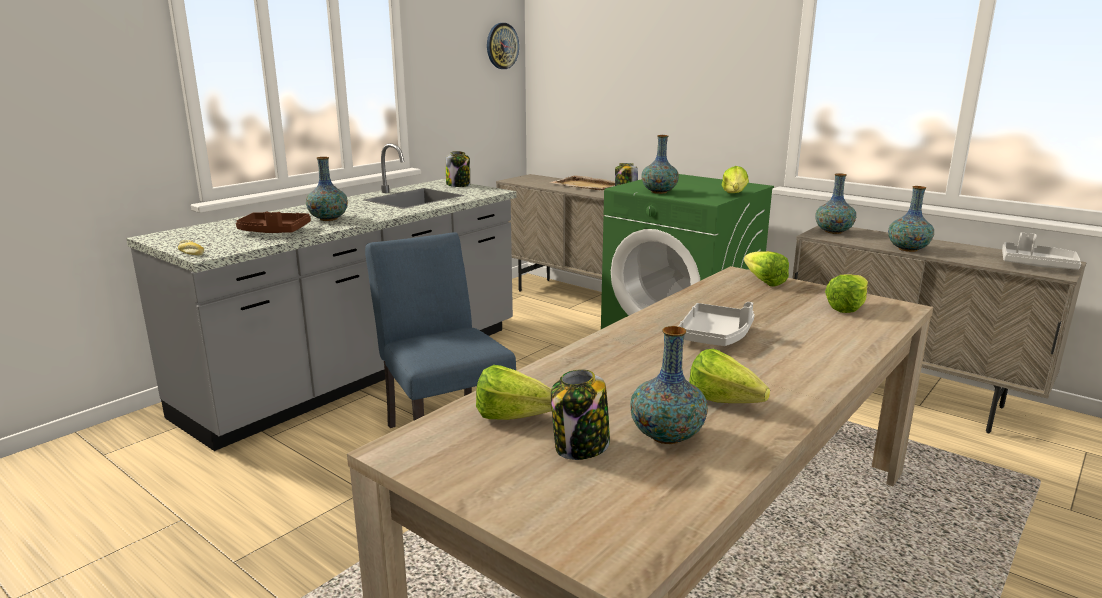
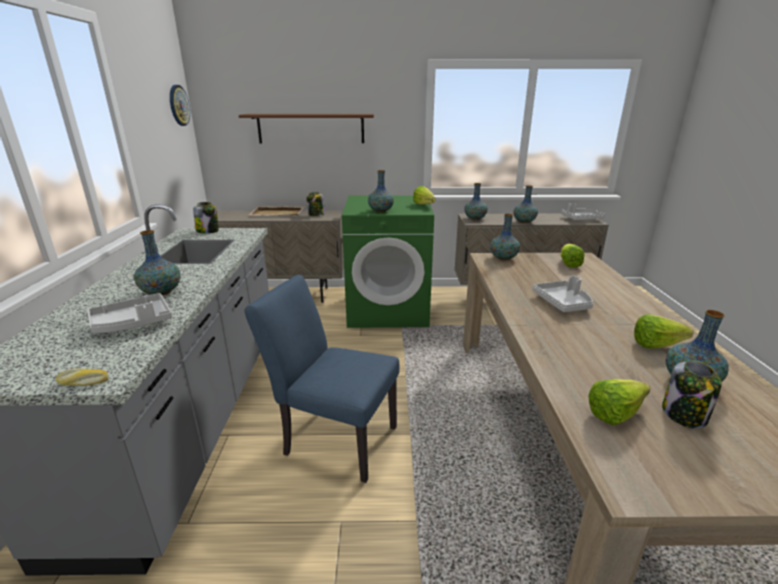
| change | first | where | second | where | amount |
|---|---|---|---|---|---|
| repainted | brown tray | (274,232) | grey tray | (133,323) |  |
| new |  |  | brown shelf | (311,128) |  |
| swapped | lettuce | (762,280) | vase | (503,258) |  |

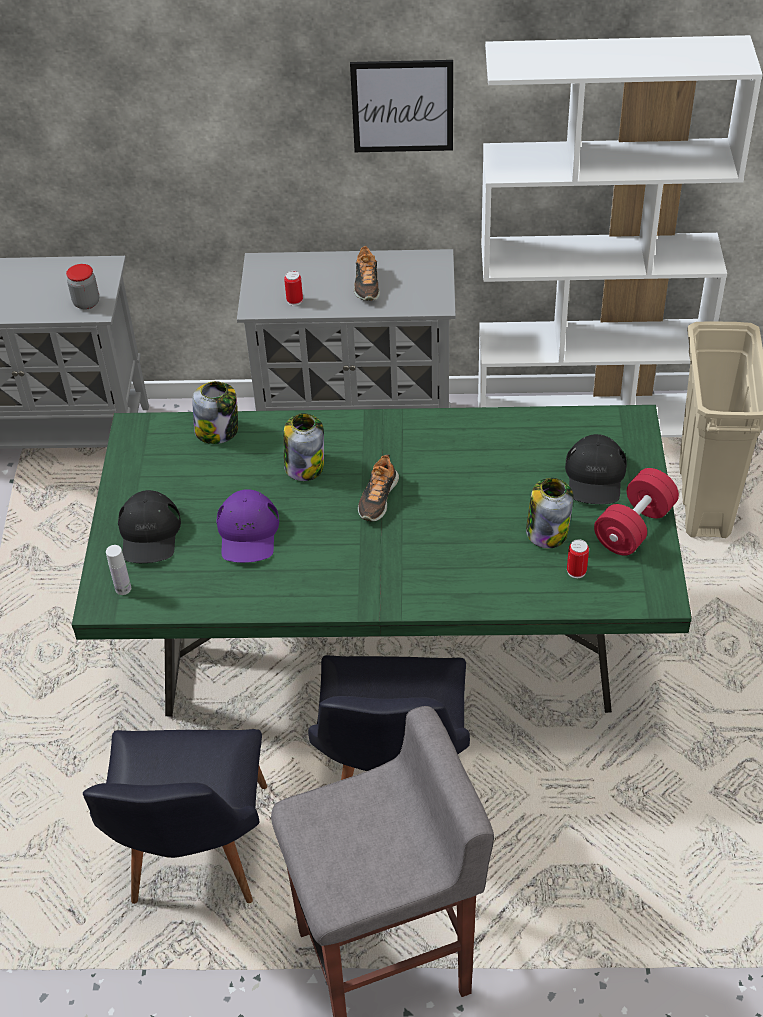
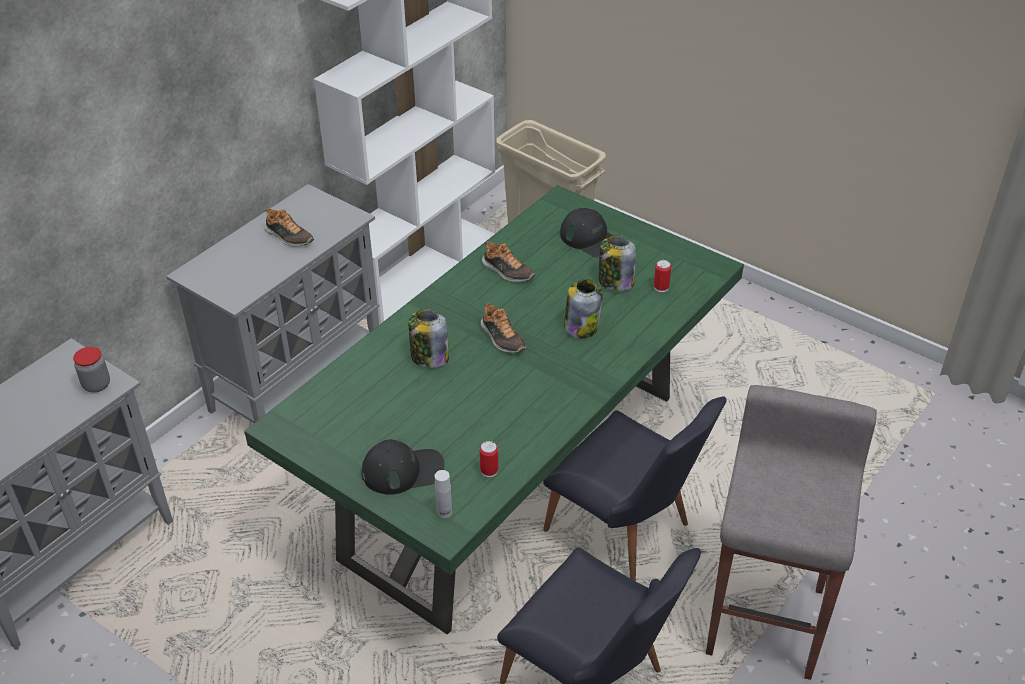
| change | first | where | second | where | amount |
|---|---|---|---|---|---|
| rotated | black cap | (149,534) |  | (403,470) | 45 degrees counterclockwise |
| shifted | can | (294,300) |  | (489,470) |  |
| new |  |  | shoe | (507,271) |  |
| shifted | jar | (218,431) |  | (581,326) |  |
| gone | purple cap | (248,533) |  |  |  |
| gone | picture | (402,106) |  |  |  |
| gone | red dumbbell | (634,527) |  |  |  |

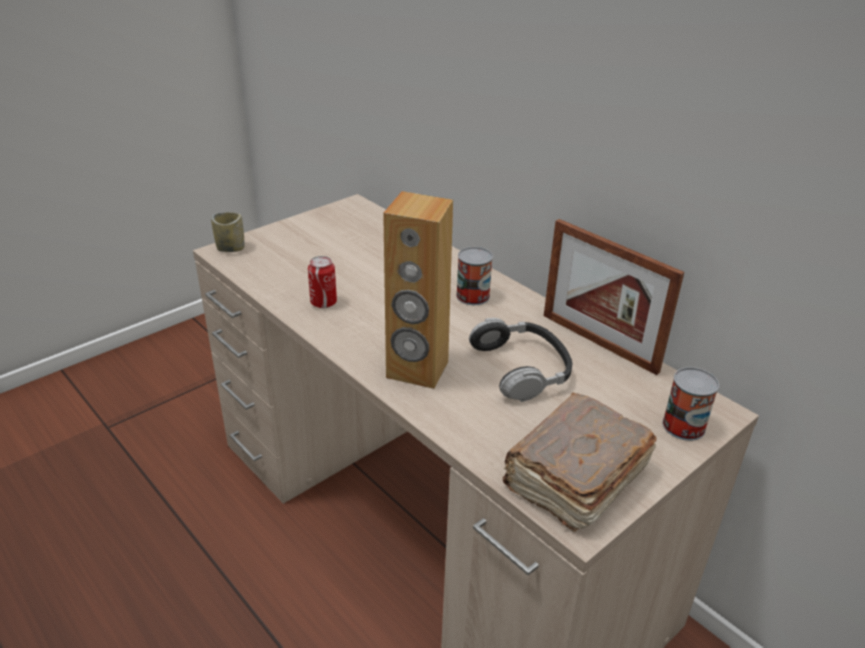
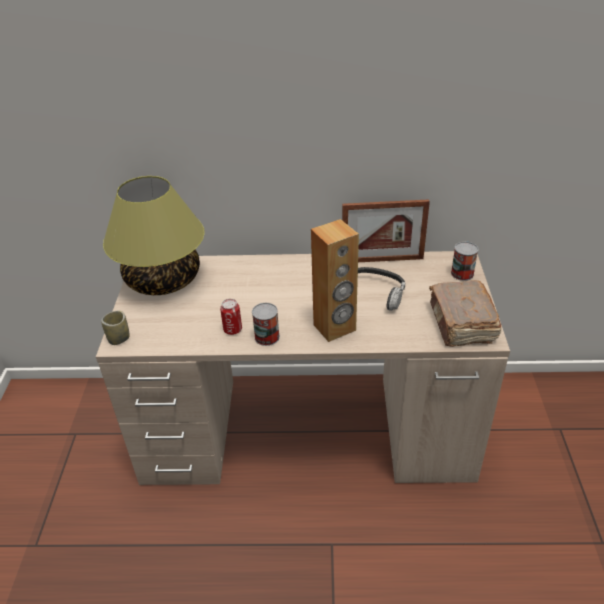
| change | first | where | second | where | amount |
|---|---|---|---|---|---|
| new |  |  | table lamp | (162,279) |  |
| shifted | can | (472,296) |  | (267,337) |  |

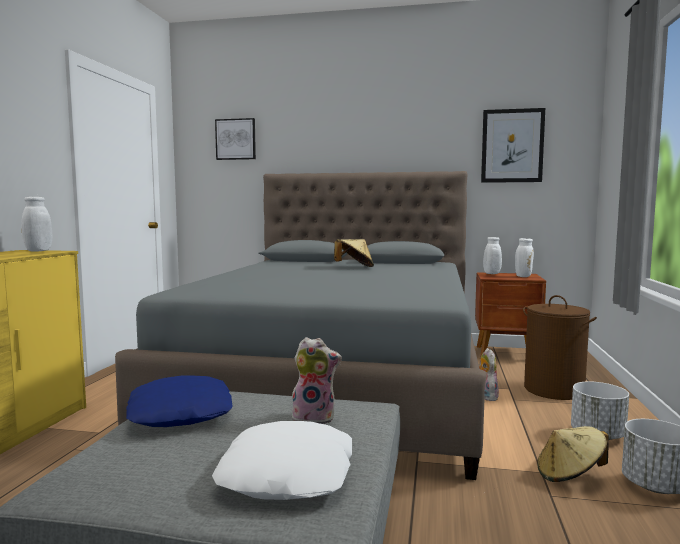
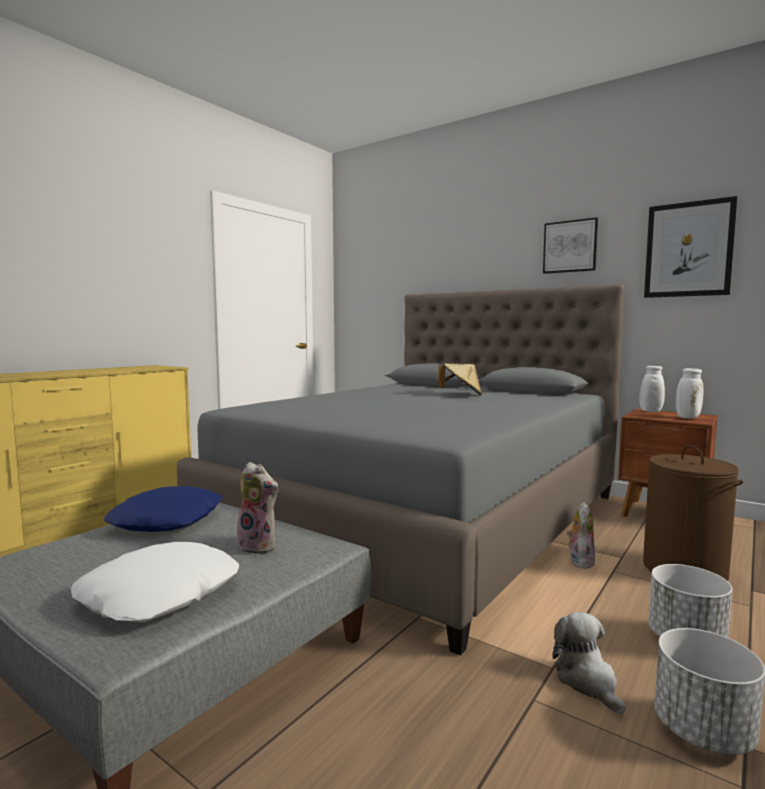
| change | first | where | second | where | amount |
|---|---|---|---|---|---|
| shifted | picture | (236,139) |  | (570,246) |  |
| swapped | beige hat | (570,475) | plush toy | (587,681) |  |
| gone | white vase | (37,251) |  |  |  |

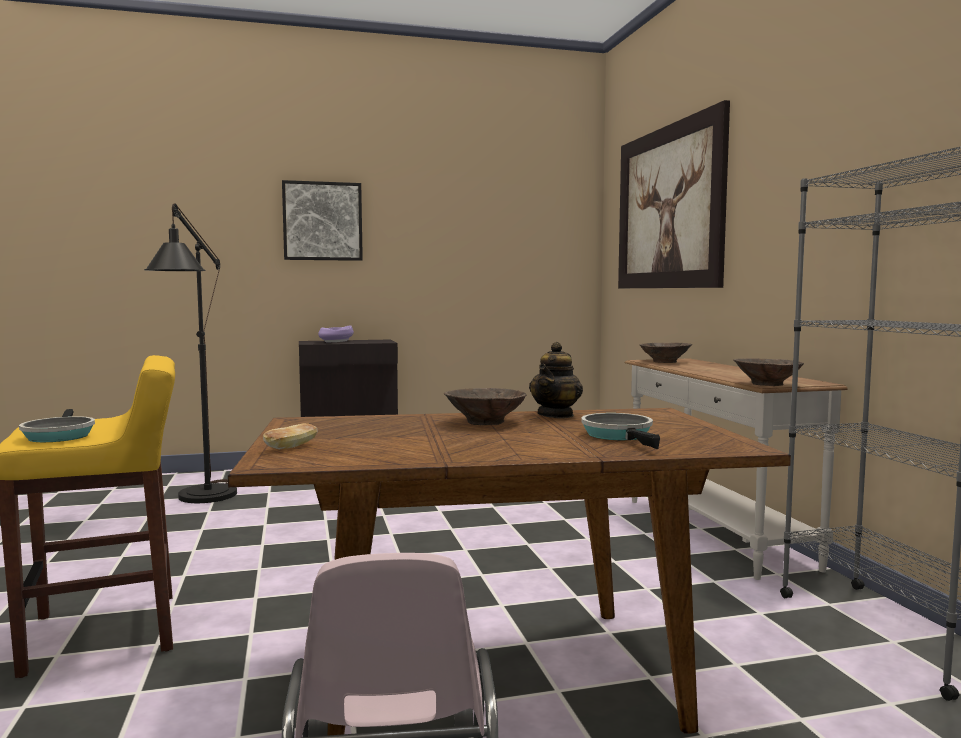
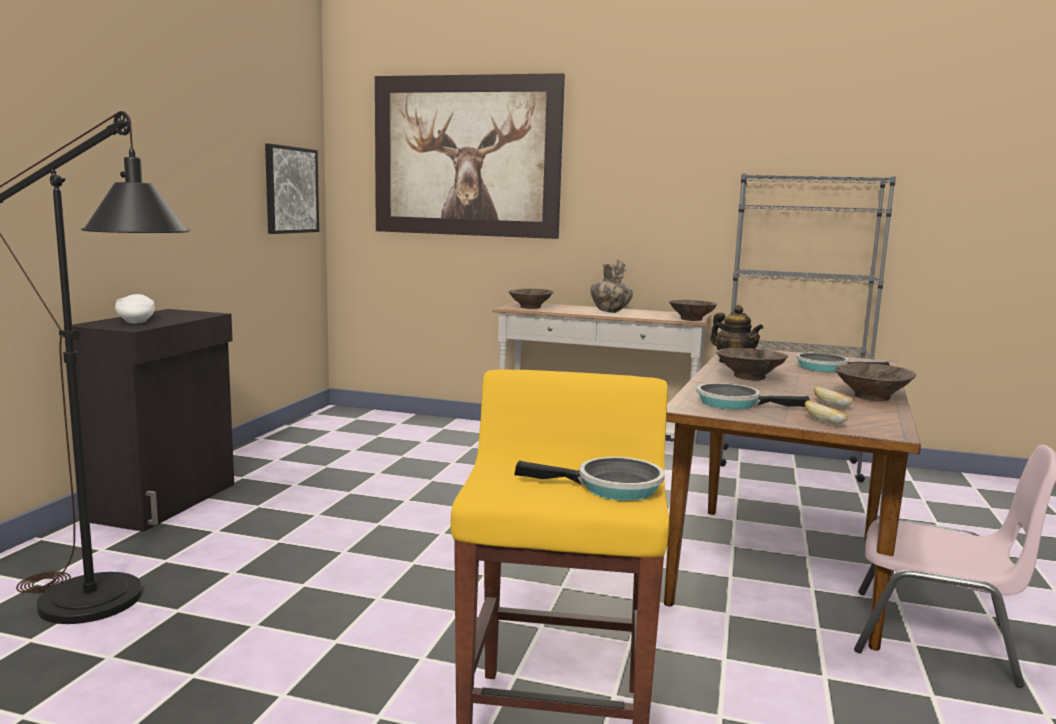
| change | first | where | second | where | amount |
|---|---|---|---|---|---|
| repainted | purple bowl | (336,341) | white bowl | (135,320) |  |
| shifted | picture | (322,221) |  | (291,190) |  |
| new |  |  | vase | (609,311) |  |
| new |  |  | frying pan | (733,403) |  |
| new |  |  | bread | (832,405) |  |
| new |  |  | brown bowl | (871,397) |  |

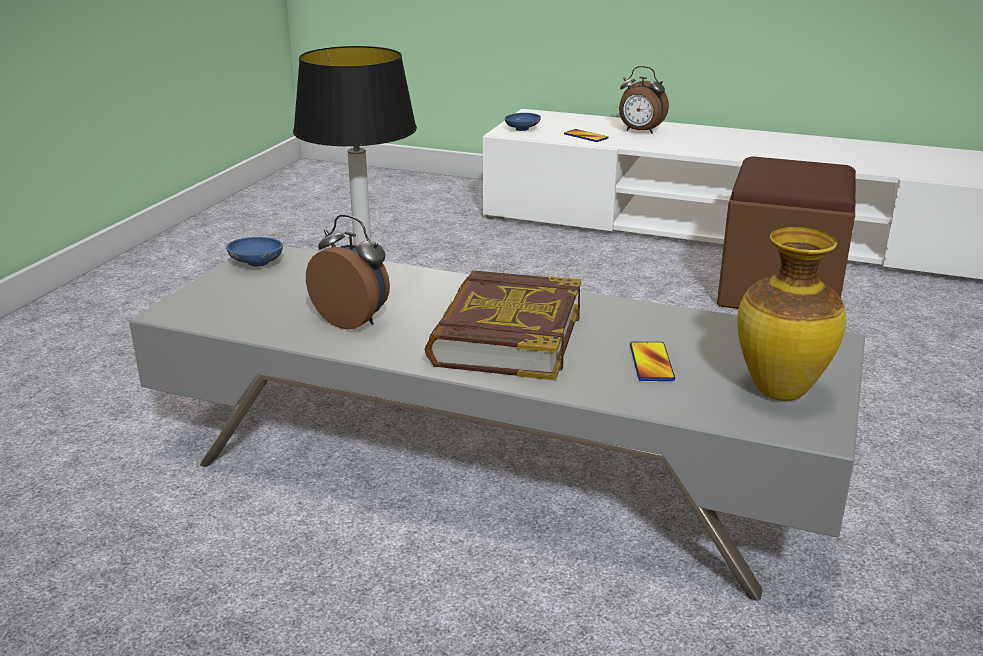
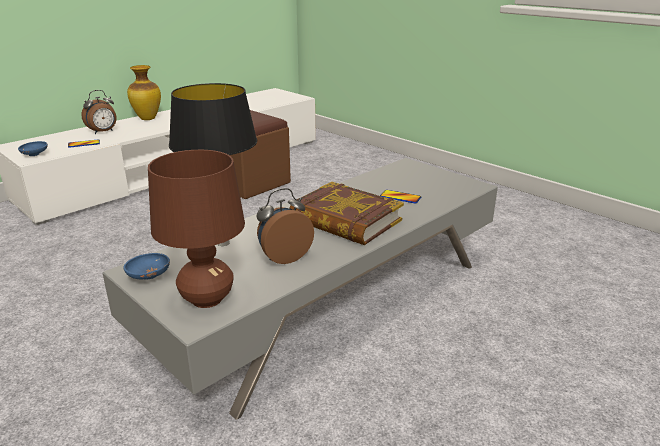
| change | first | where | second | where | amount |
|---|---|---|---|---|---|
| shifted | vase | (778,391) |  | (147,119) |  |
| new |  |  | brown table lamp | (207,299) |  |

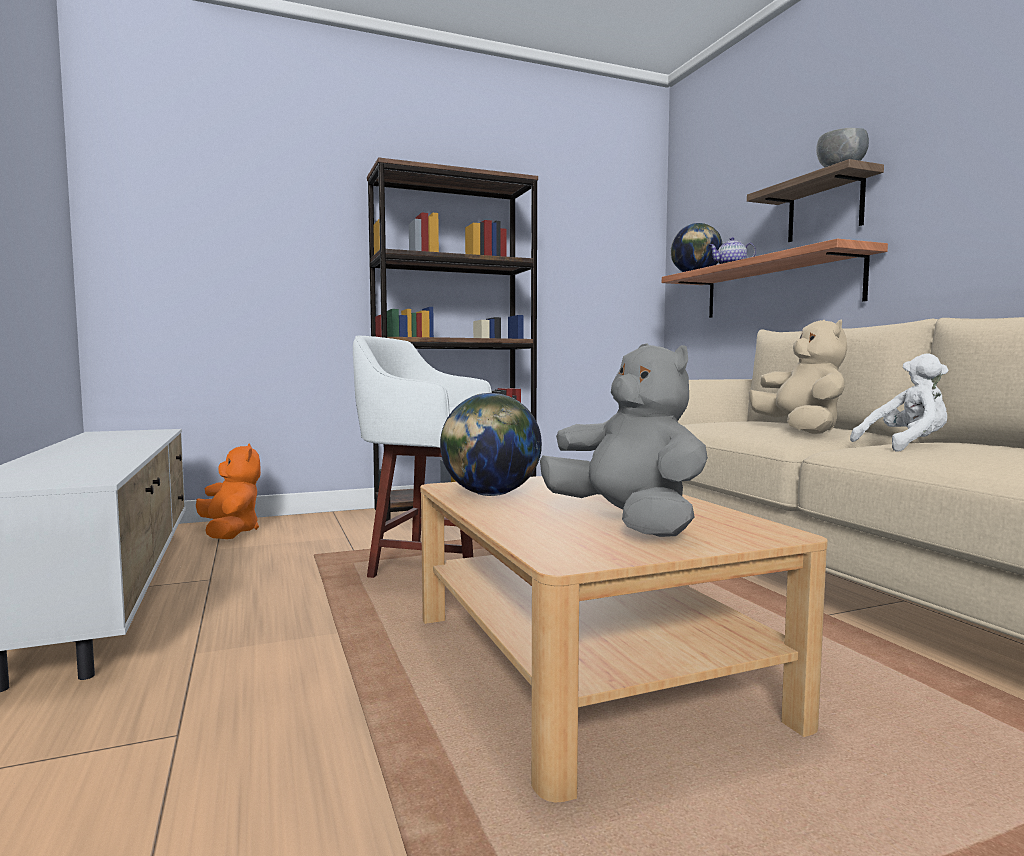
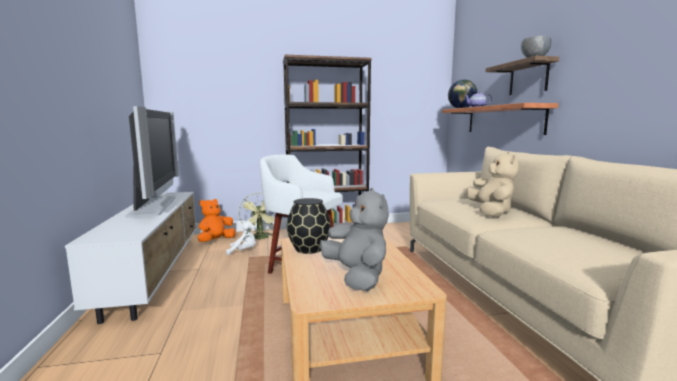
| change | first | where | second | where | amount |
|---|---|---|---|---|---|
| new |  |  | television | (156,206) |  |
| rotated | orange plush toy | (230,532) |  | (216,241) | 120 degrees counterclockwise |
| shifted | white plush toy | (906,446) |  | (243,251) |  |
| new |  |  | green fan | (261,238) |  |
| swapped | globe | (490,495) | black vase | (308,249) |  |

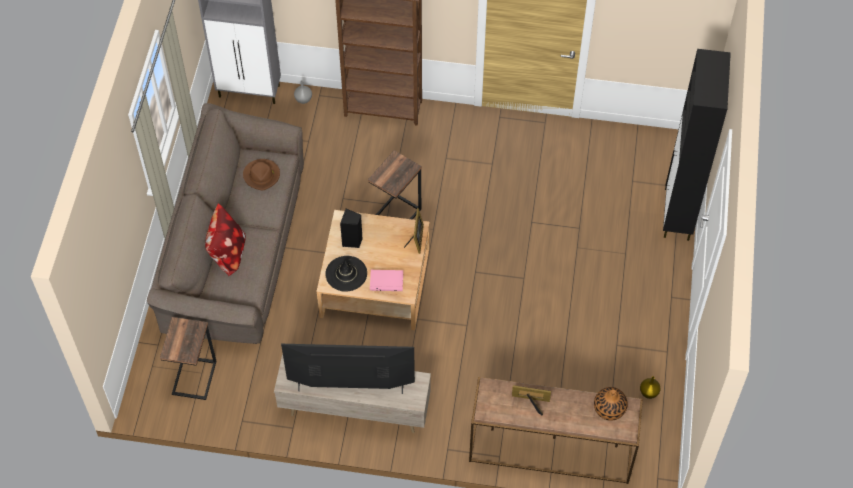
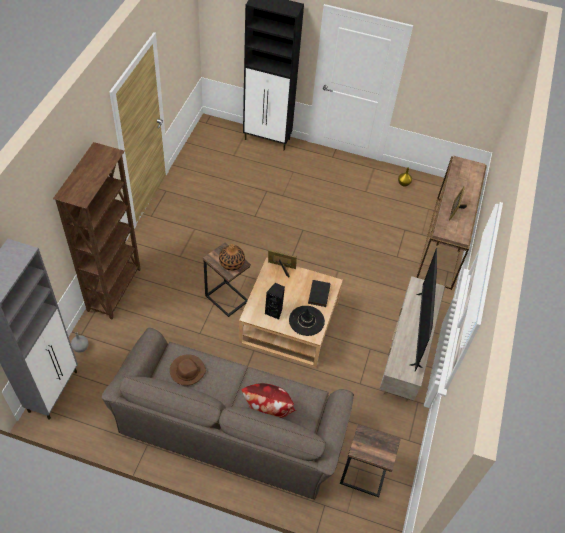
| change | first | where | second | where | amount |
|---|---|---|---|---|---|
| shifted | vase | (609,409) |  | (232,263) |  |
| repainted | pink book | (386,281) | black book | (318,294) |  |

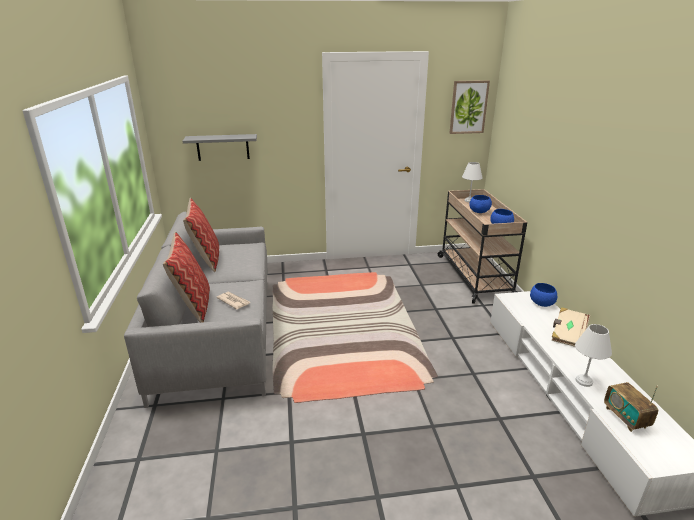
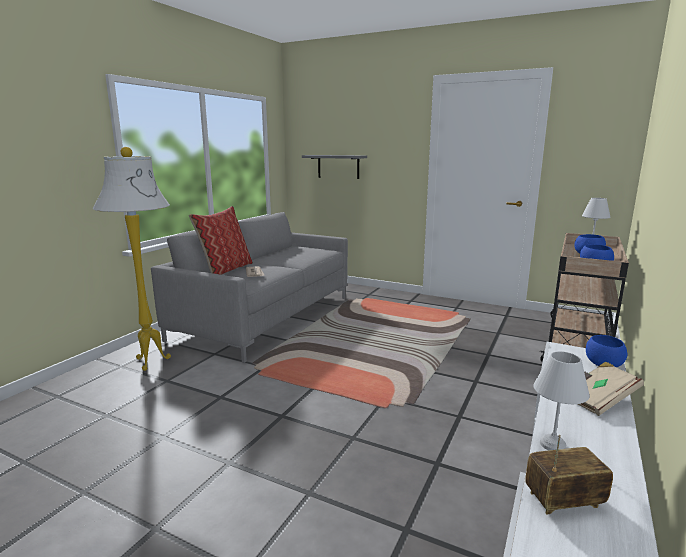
| change | first | where | second | where | amount |
|---|---|---|---|---|---|
| new |  |  | white floor lamp | (152,362) |  |
| rotated | radio | (626,417) |  | (564,501) | 60 degrees clockwise |
| gone | pillow | (206,259) |  |  |  |
| gone | picture | (468,107) |  |  |  |

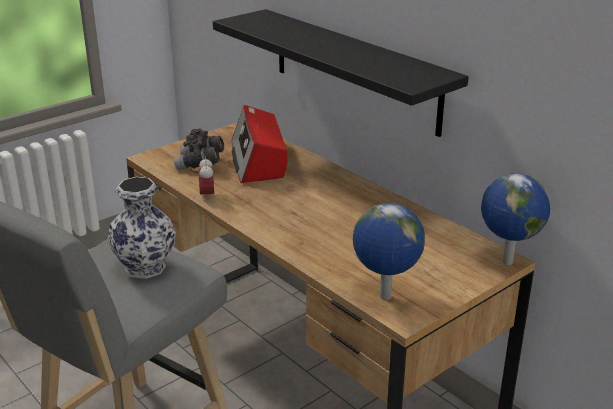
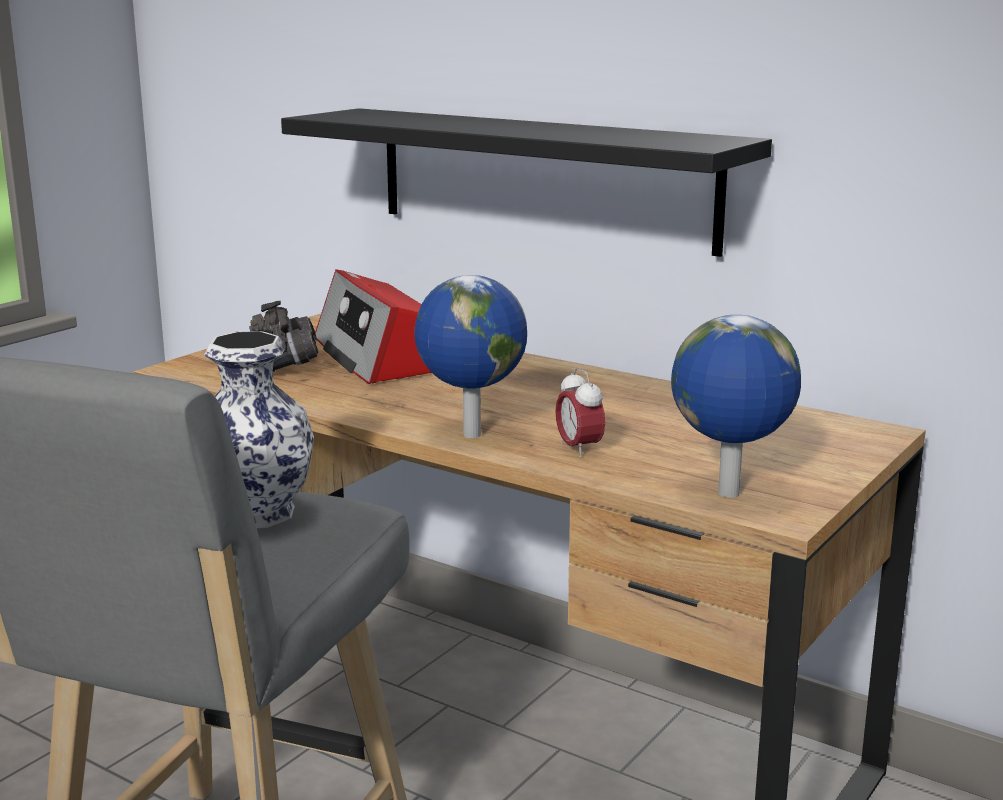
| change | first | where | second | where | amount |
|---|---|---|---|---|---|
| shifted | globe | (506,262) |  | (469,435) |  |
| shifted | alarm clock | (207,196) |  | (579,449) |  |

